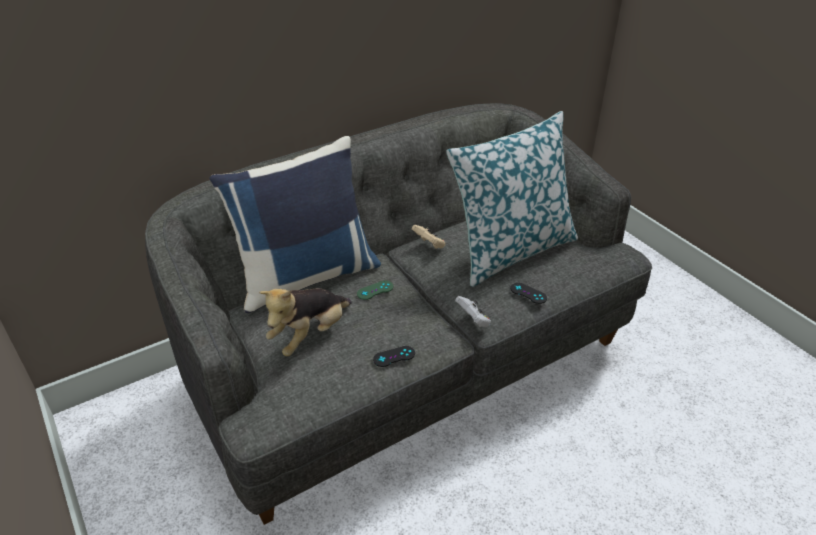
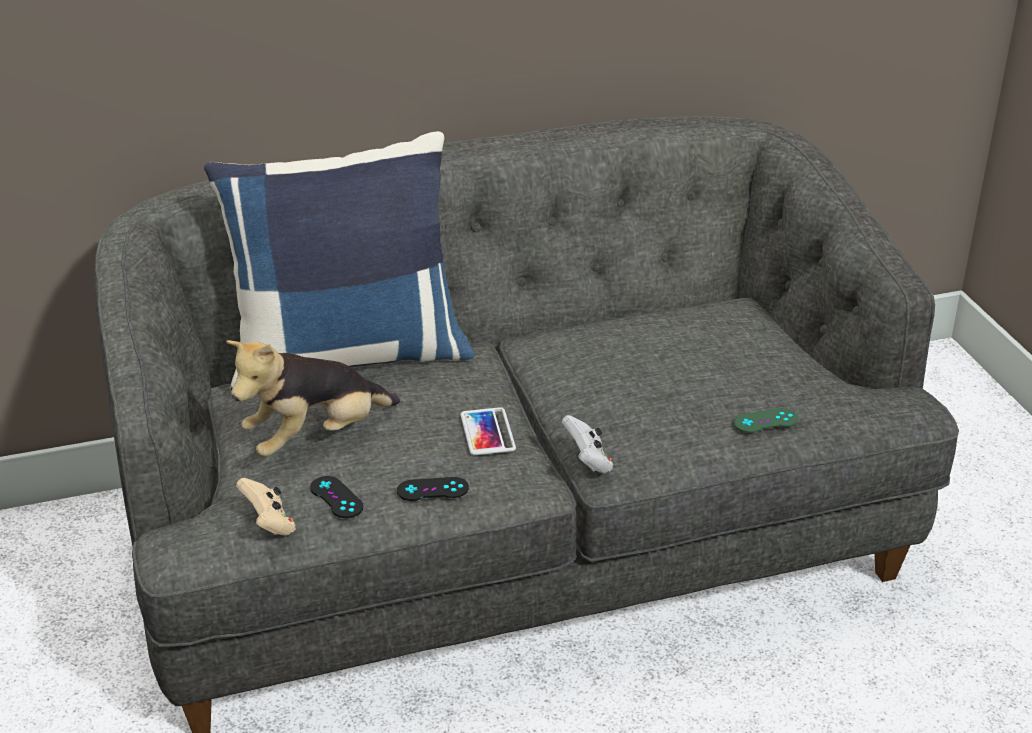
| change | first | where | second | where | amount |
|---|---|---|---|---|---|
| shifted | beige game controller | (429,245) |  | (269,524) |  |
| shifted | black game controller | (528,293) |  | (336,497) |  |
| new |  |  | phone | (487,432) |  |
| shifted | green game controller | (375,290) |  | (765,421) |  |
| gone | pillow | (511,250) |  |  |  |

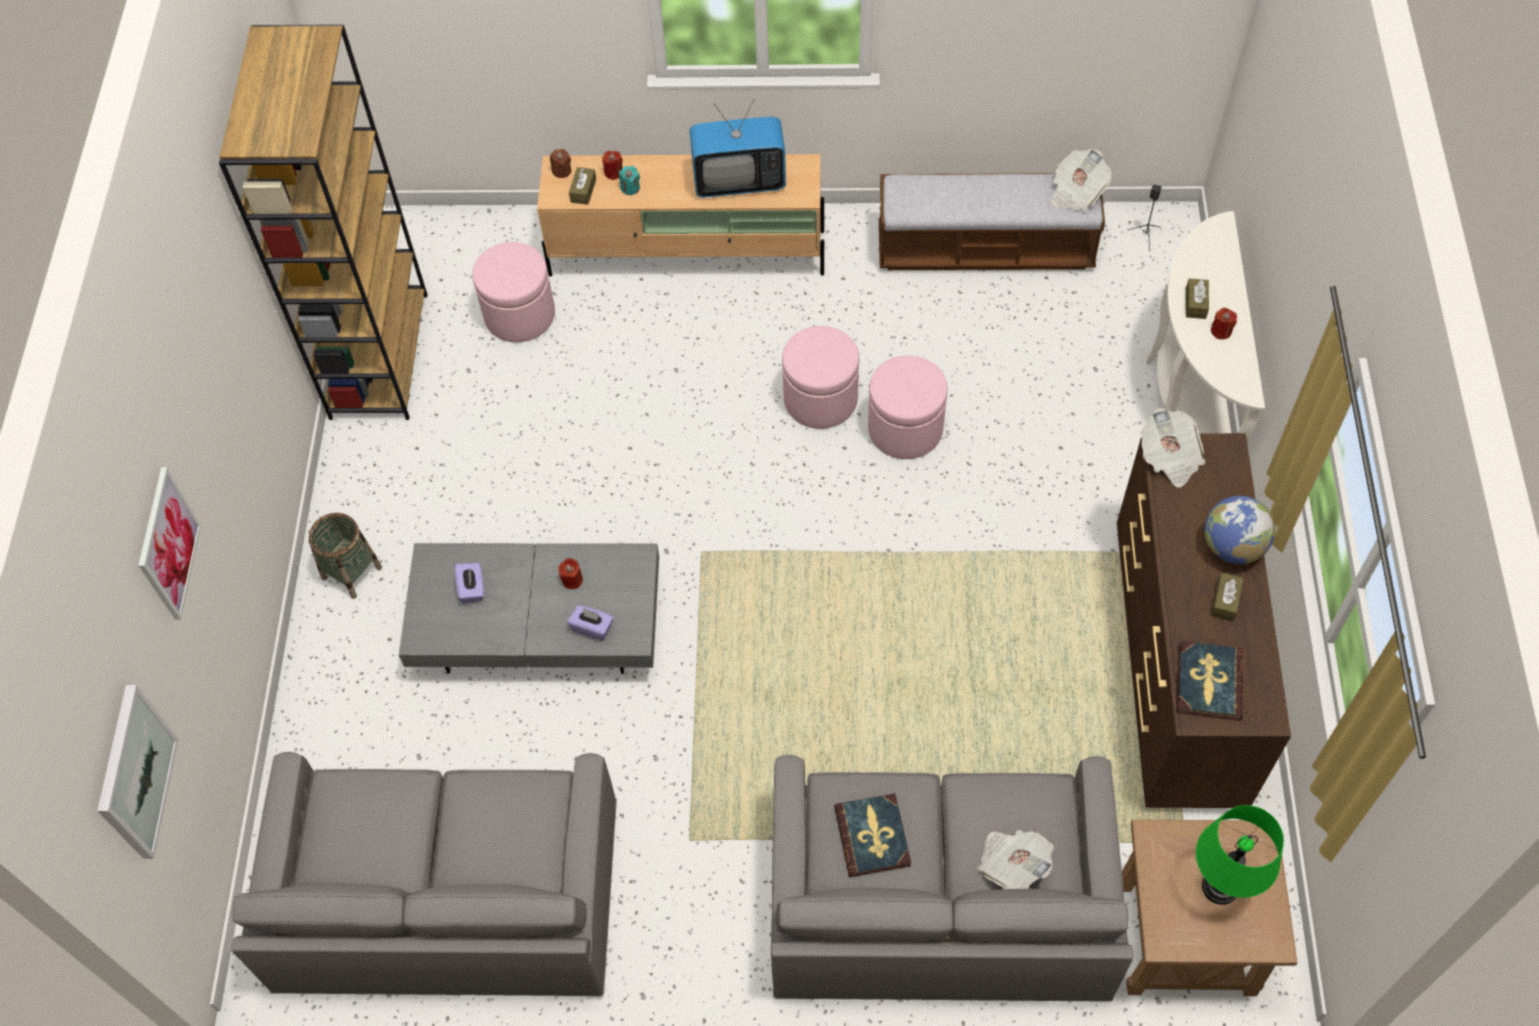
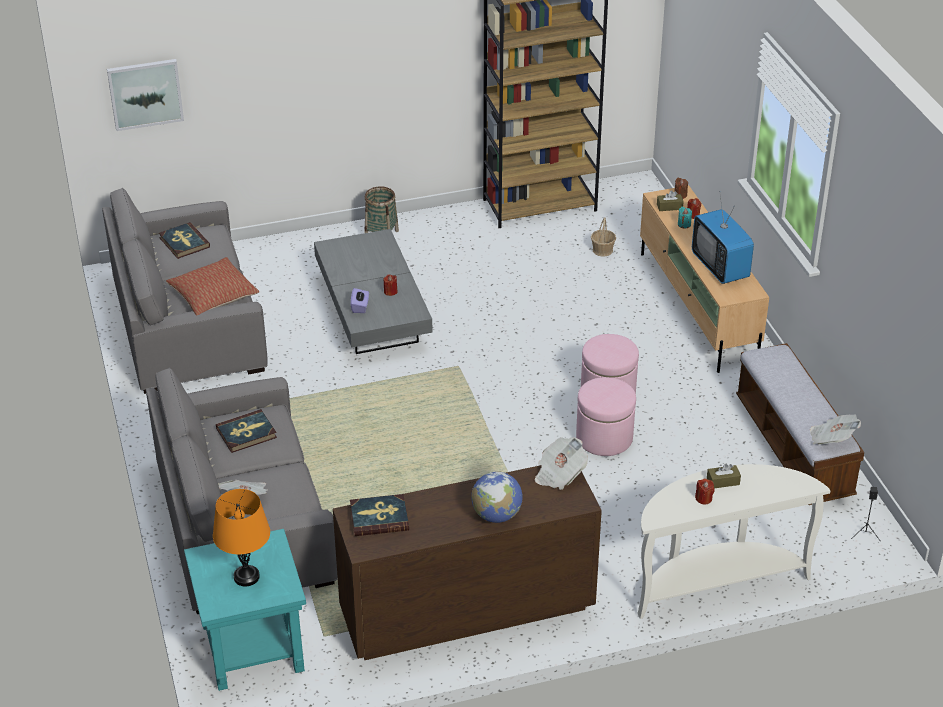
| change | first | where | second | where | amount |
|---|---|---|---|---|---|
| new |  |  | book | (184,242) |  |
| new |  |  | pillow | (213,296) |  |
| repainted | brown side table | (1184,938) | turquoise side table | (251,646) |  |
| repainted | green table lamp | (1220,887) | orange table lamp | (246,577) |  |
| swapped | pink ottoman | (519,314) | basket | (602,250) |  |
| gone | picture | (168,544) |  |  |  |
| gone | purple tissue box | (472,589) |  |  |  |
| gone | brown tissue box | (1225,601) |  |  |  |

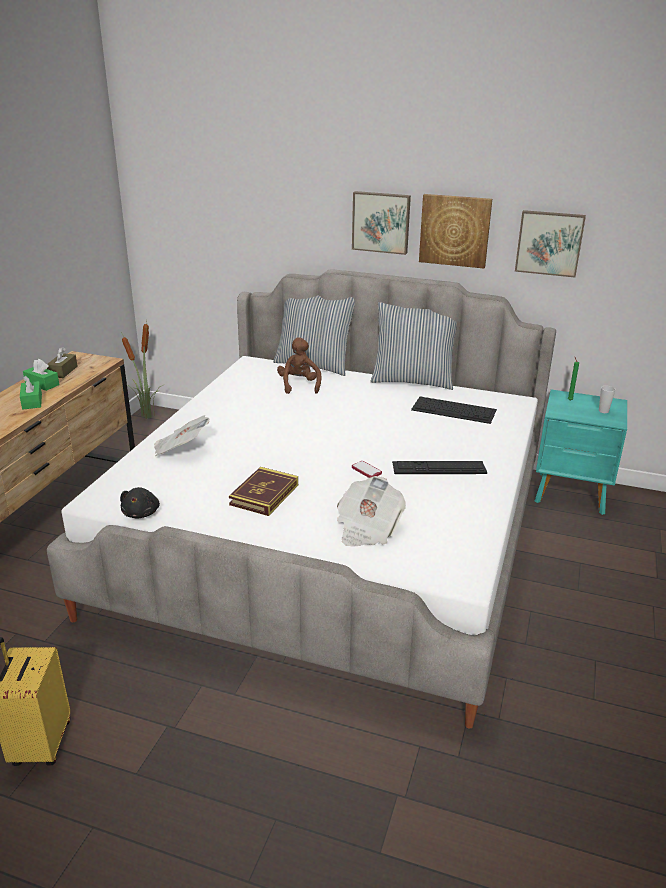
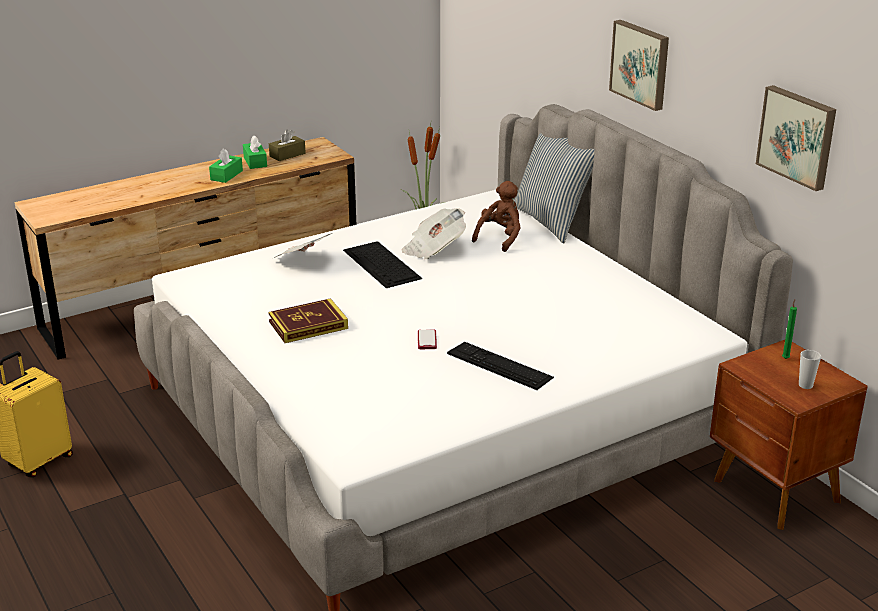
| change | first | where | second | where | amount |
|---|---|---|---|---|---|
| shifted | keyboard | (454,410) |  | (382,264) |  |
| shifted | newspaper | (367,528) |  | (433,249) |  |
| repainted | turquoise nightstand | (572,494) | brown nightstand | (775,492) |  |
| gone | black plush toy | (141,513) |  |  |  |
| gone | pillow | (412,381) |  |  |  |
| gone | picture | (455,230) |  |  |  |

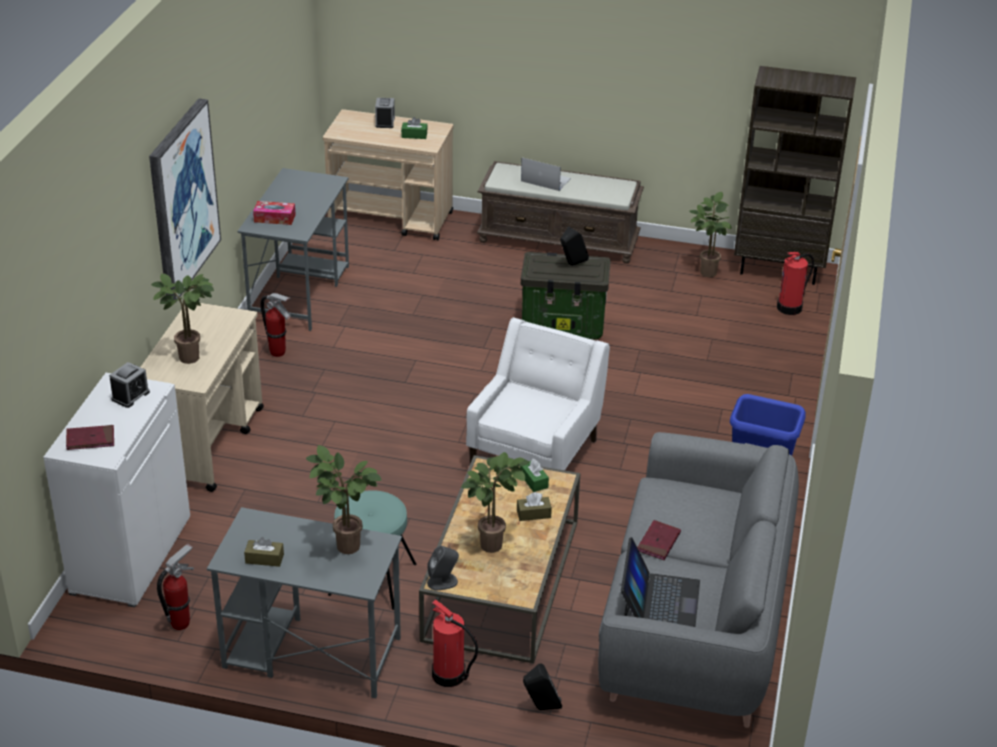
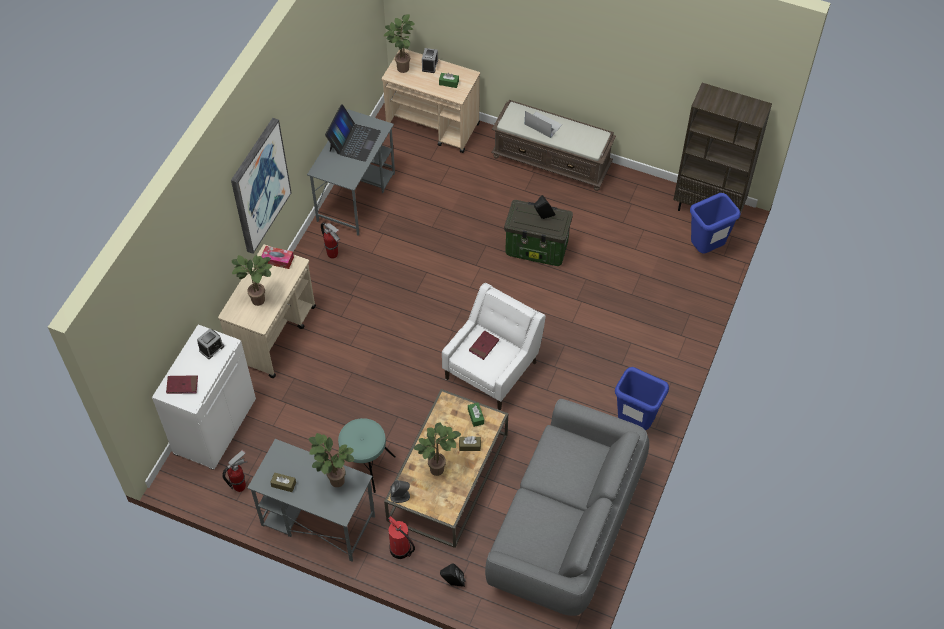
| change | first | where | second | where | amount |
|---|---|---|---|---|---|
| shifted | tissue box | (274,218) |  | (277,260) |  |
| shifted | laptop | (659,602) |  | (354,141) |  |
| shifted | potted plant | (706,271) |  | (402,67) |  |
| shifted | red book | (658,542) |  | (484,346) |  |
| swapped | fire extinguisher | (790,307) | blue trash can | (706,248) |  |

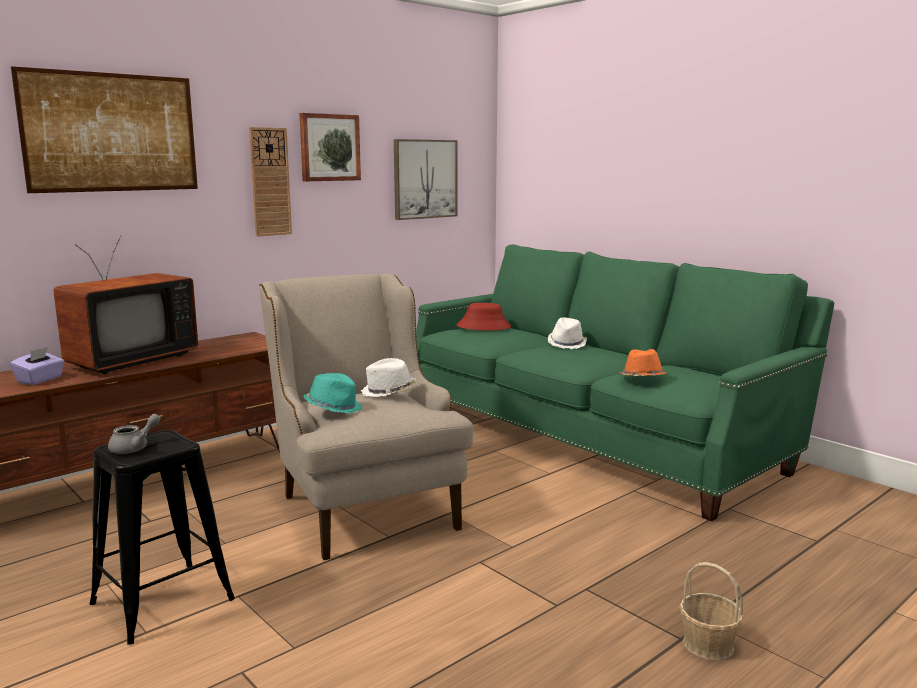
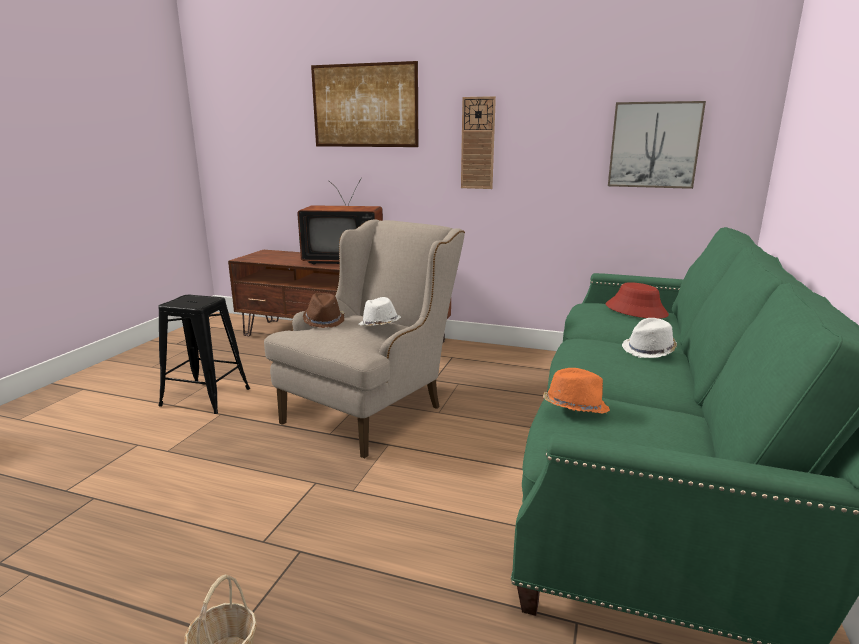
| change | first | where | second | where | amount |
|---|---|---|---|---|---|
| repainted | turquoise hat | (333,408) | brown hat | (324,321) |  |
| gone | purple tissue box | (40,380) |  |  |  |
| gone | grey teapot | (134,448) |  |  |  |
| gone | picture | (329,147) |  |  |  |

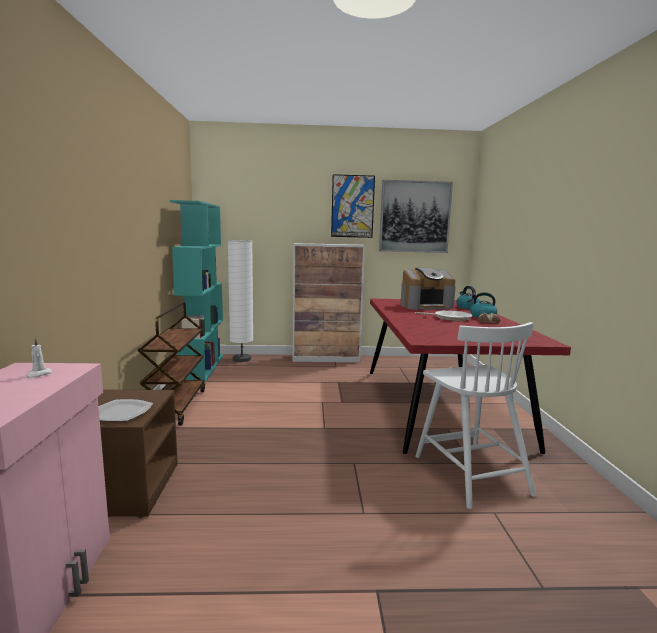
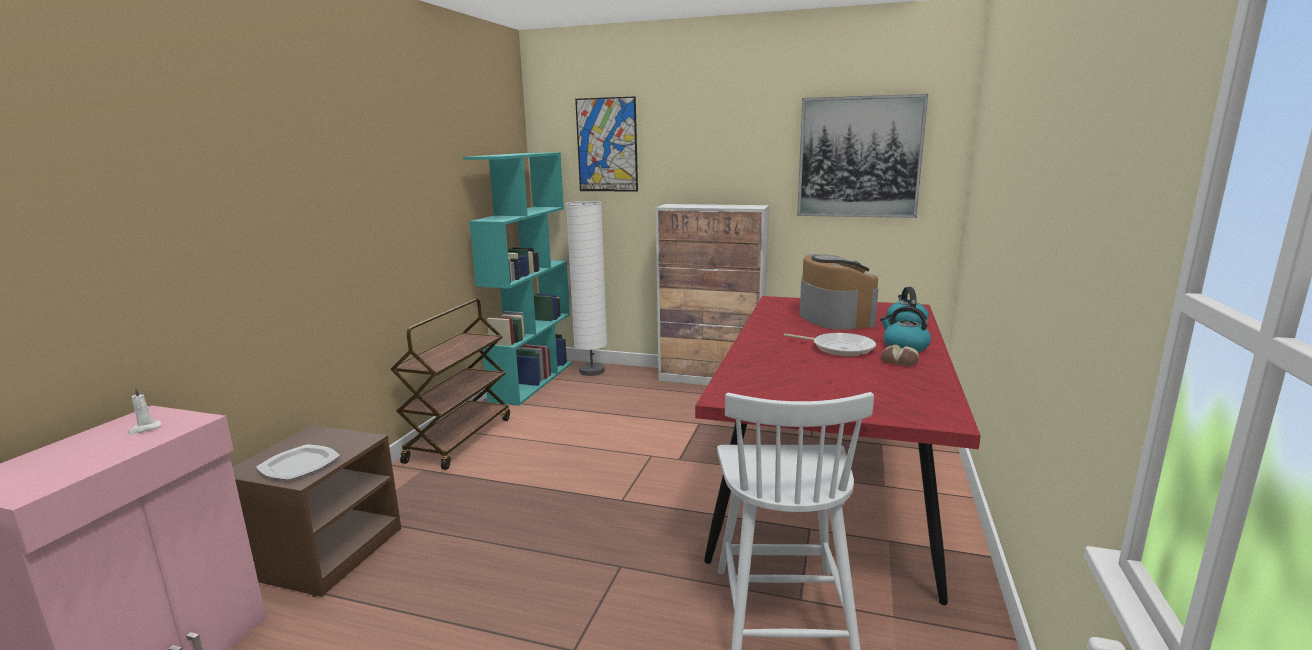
| change | first | where | second | where | amount |
|---|---|---|---|---|---|
| shifted | picture | (352,206) |  | (607,145) |  |
| rotated | coffee machine | (426,306) |  | (834,317) | 105 degrees counterclockwise |

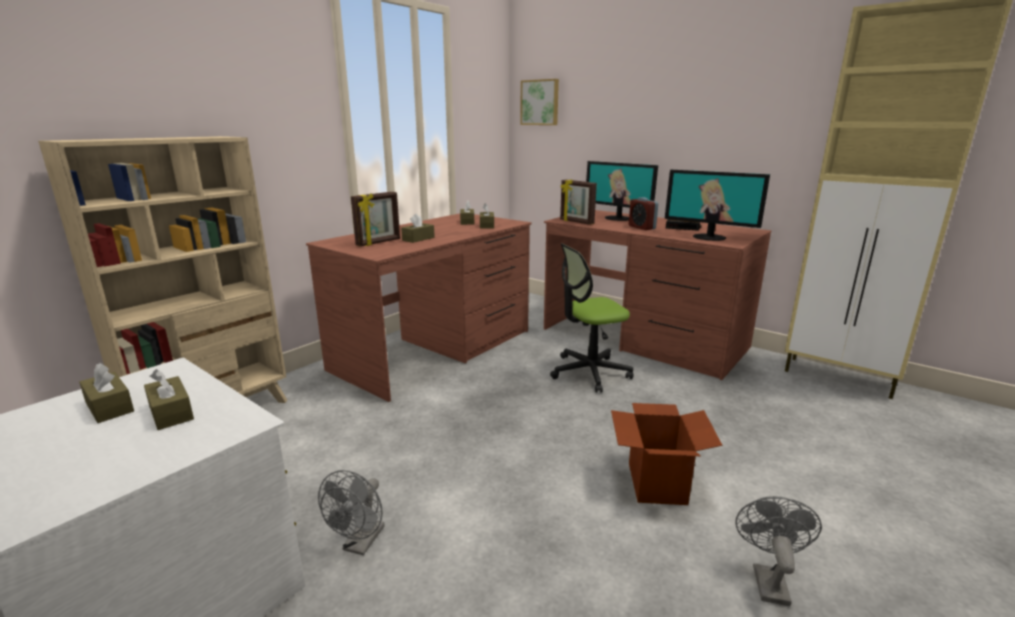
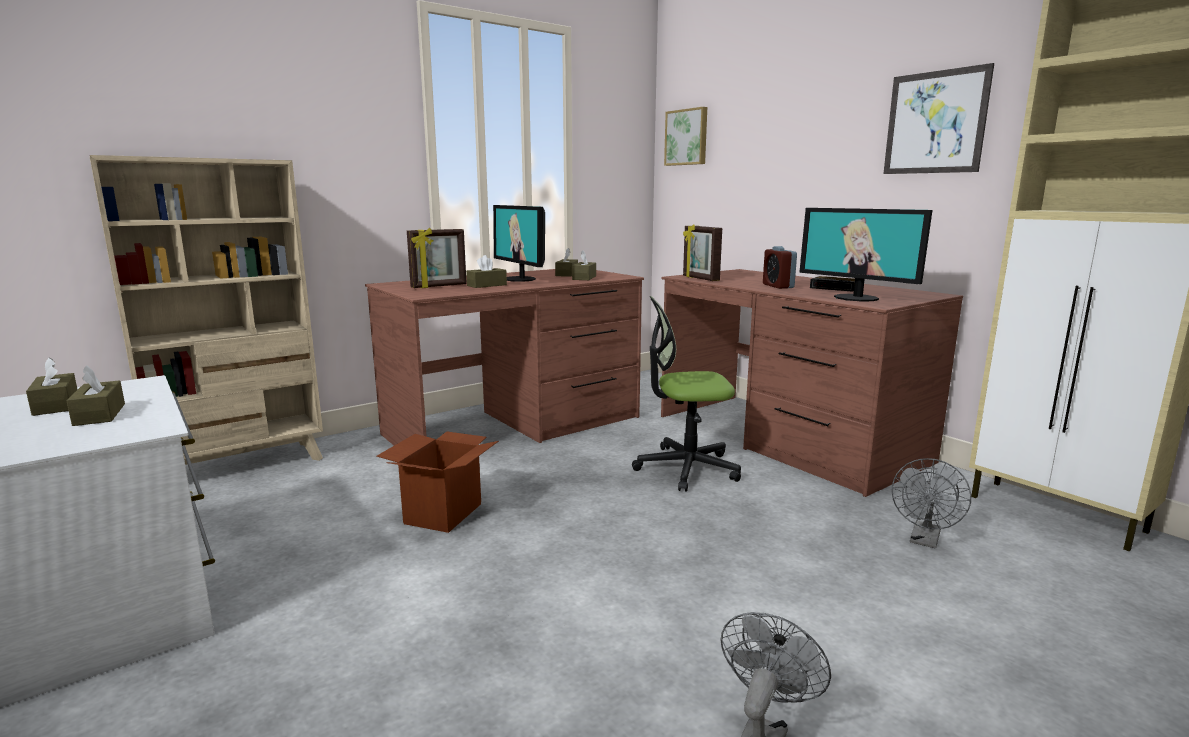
| change | first | where | second | where | amount |
|---|---|---|---|---|---|
| shifted | cardboard box | (656,483) |  | (443,513) |  |
| shifted | monitor | (618,218) |  | (520,279) |  |
| new |  |  | picture | (935,122) |  |
| shifted | grey fan | (360,544) |  | (925,540) |  |

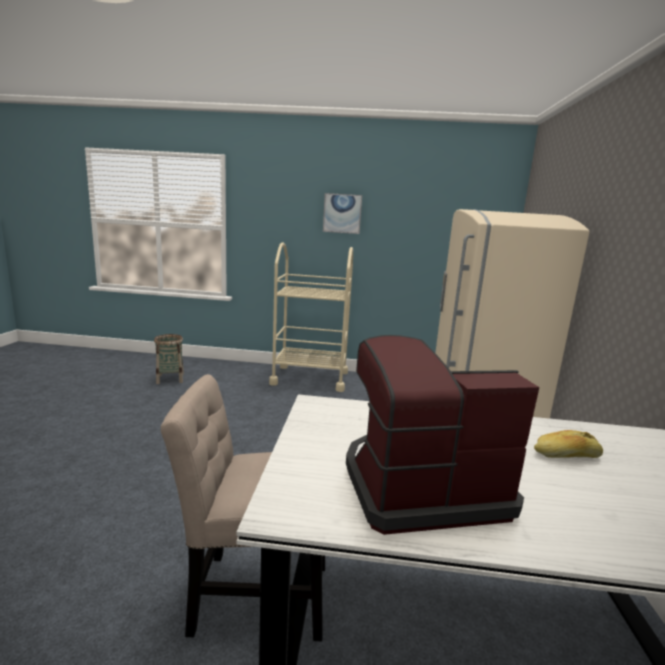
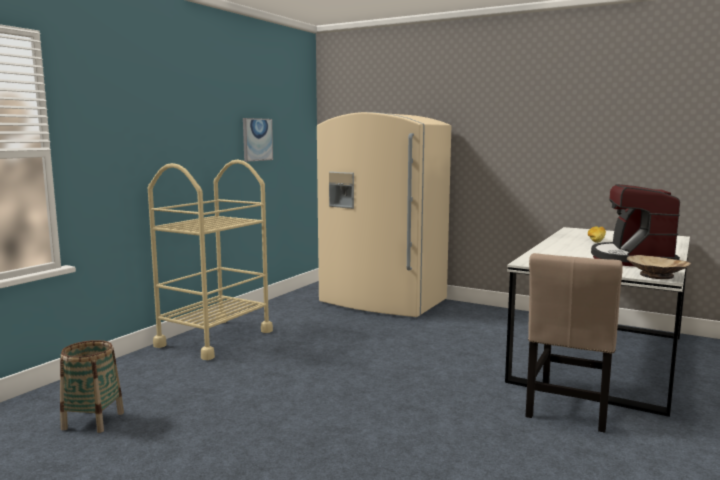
| change | first | where | second | where | amount |
|---|---|---|---|---|---|
| shifted | picture | (342,213) |  | (257,139) |  |
| new |  |  | beige bowl | (657,275) |  |

